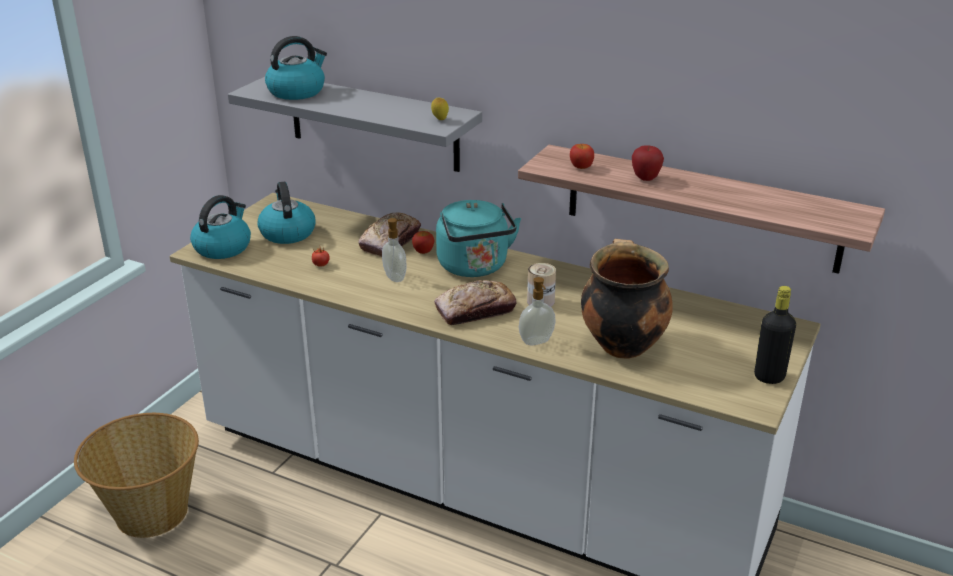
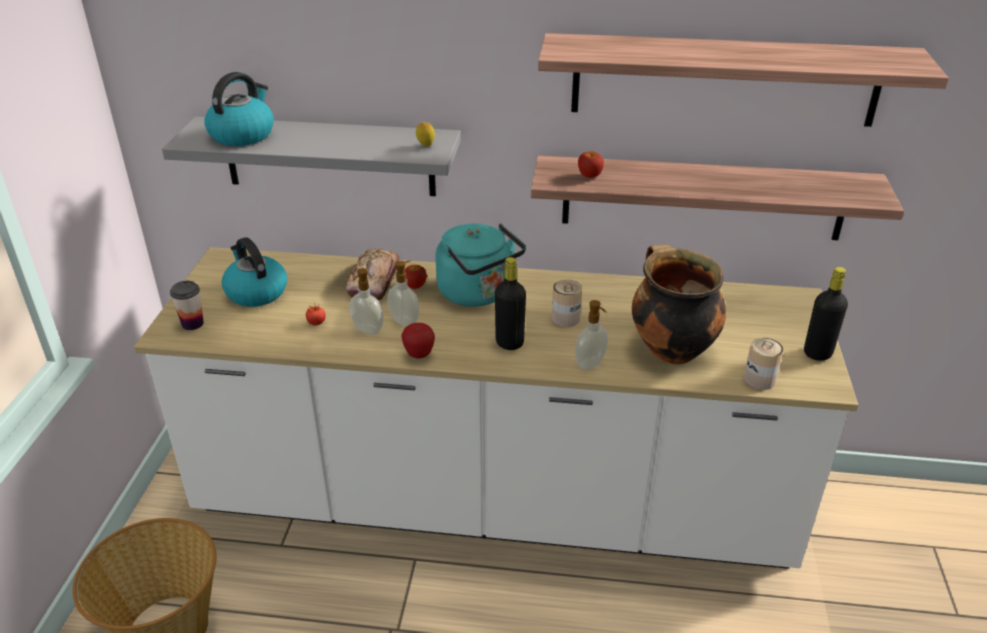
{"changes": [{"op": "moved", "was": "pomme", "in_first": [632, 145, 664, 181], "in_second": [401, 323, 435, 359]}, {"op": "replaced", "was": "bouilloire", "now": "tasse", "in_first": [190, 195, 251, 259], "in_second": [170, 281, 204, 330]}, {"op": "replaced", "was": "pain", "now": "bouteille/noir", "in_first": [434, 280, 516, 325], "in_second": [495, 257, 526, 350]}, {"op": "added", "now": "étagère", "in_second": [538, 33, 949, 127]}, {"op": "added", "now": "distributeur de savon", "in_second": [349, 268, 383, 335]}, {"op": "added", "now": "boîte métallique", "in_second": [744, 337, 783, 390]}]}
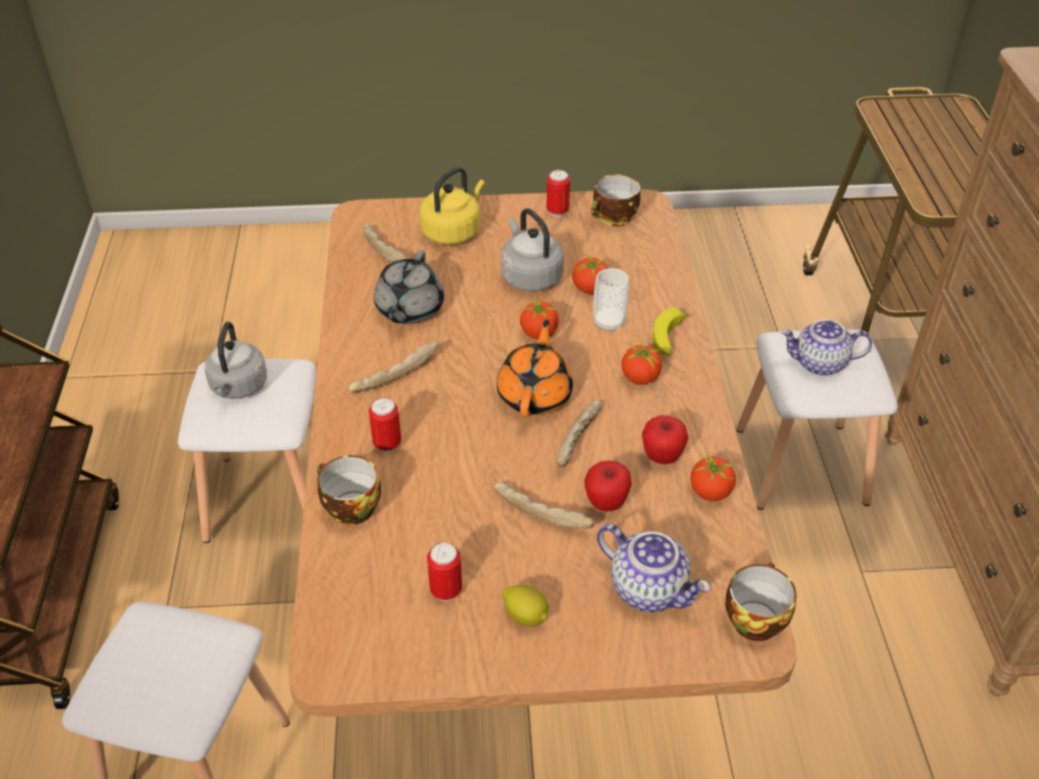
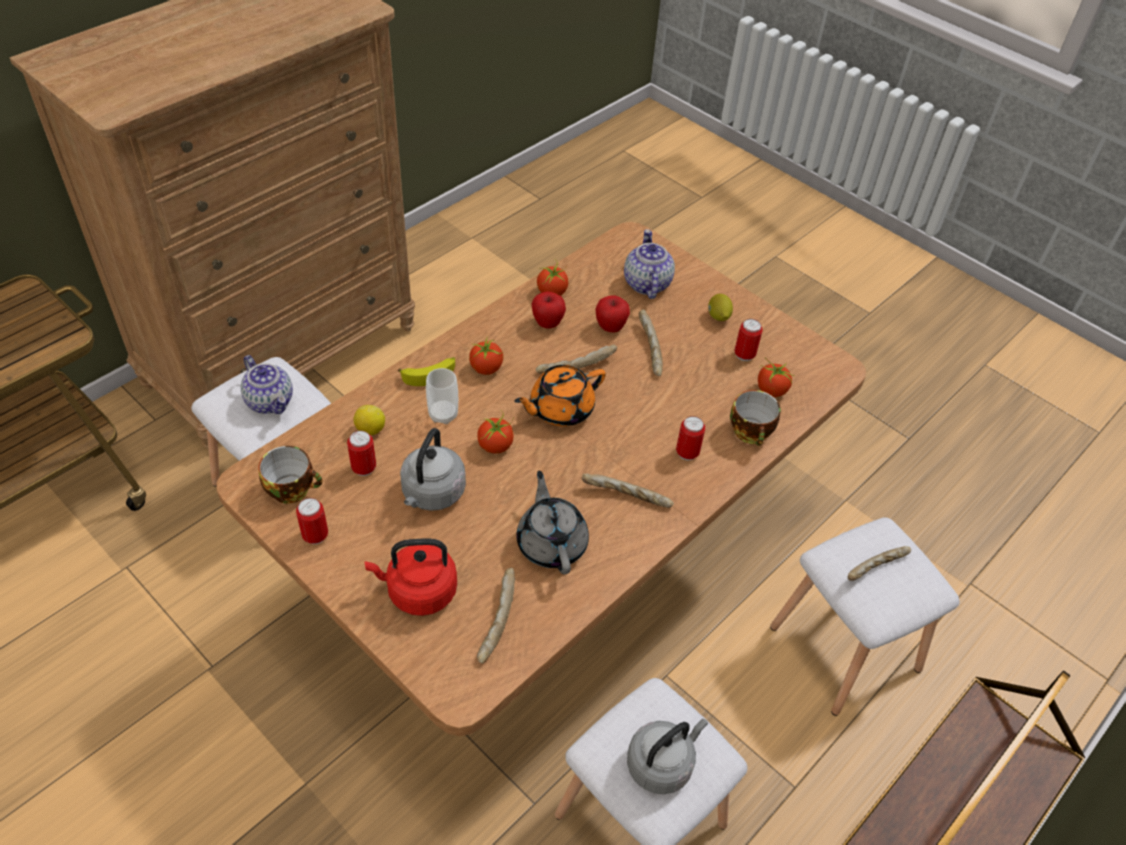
{"changes": [{"op": "recoloured", "was": "bouilloire/jaune", "now": "bouilloire/rouge", "in_first": [419, 167, 485, 245], "in_second": [365, 539, 457, 616]}, {"op": "turned", "was": "théière/gris", "in_first": [374, 250, 444, 324], "in_second": [516, 471, 589, 574], "clockwise": -75}, {"op": "moved", "was": "tomate", "in_first": [572, 253, 613, 294], "in_second": [758, 358, 795, 397]}, {"op": "removed", "was": "tasse", "in_first": [725, 563, 796, 641]}, {"op": "added", "now": "citron", "in_second": [353, 405, 385, 435]}, {"op": "added", "now": "boîte métallique", "in_second": [347, 431, 376, 476]}, {"op": "added", "now": "pain", "in_second": [847, 546, 911, 581]}]}
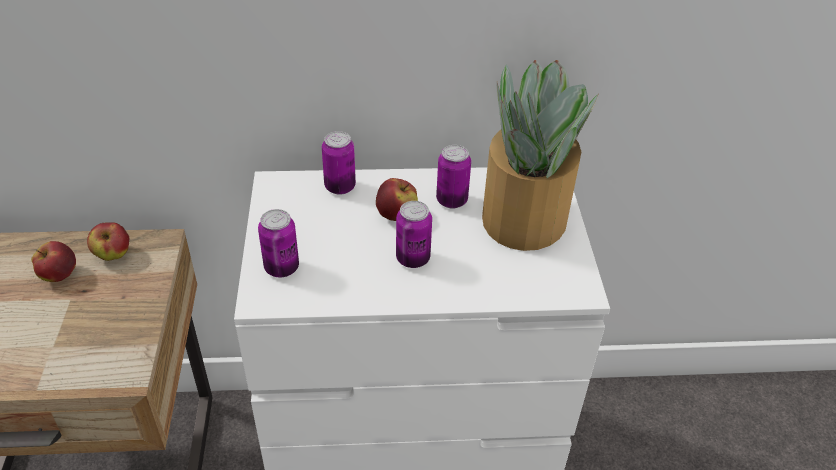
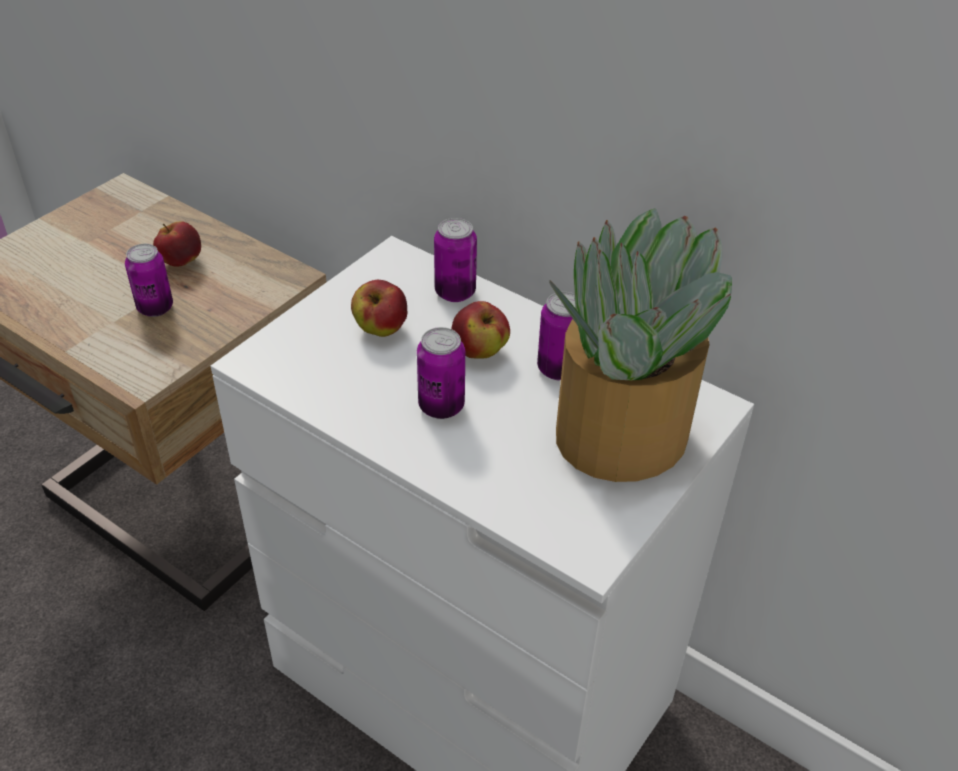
{"changes": [{"op": "moved", "was": "boîte métallique", "in_first": [258, 209, 299, 277], "in_second": [125, 244, 173, 317]}, {"op": "moved", "was": "pomme", "in_first": [87, 222, 129, 261], "in_second": [351, 280, 407, 337]}]}
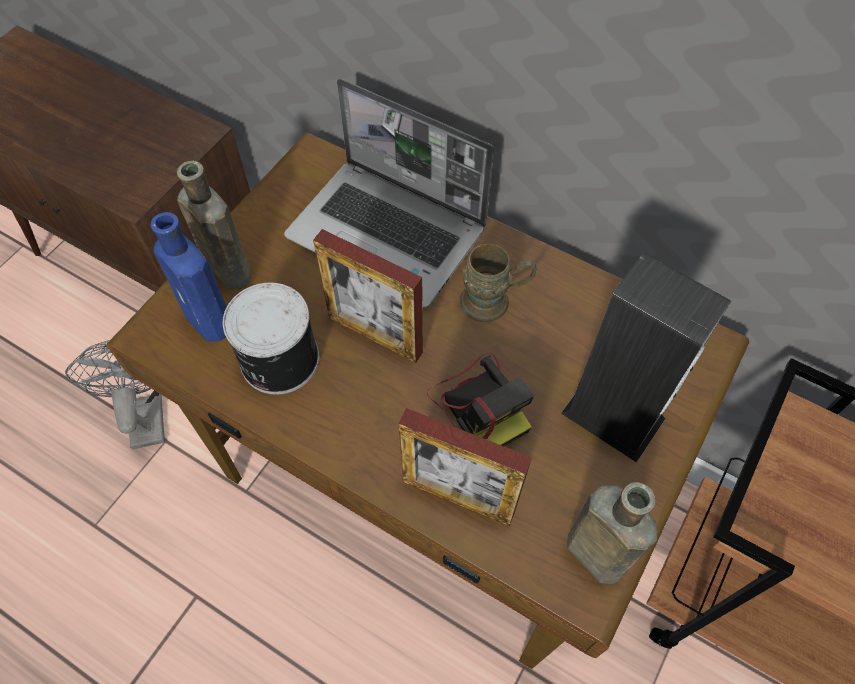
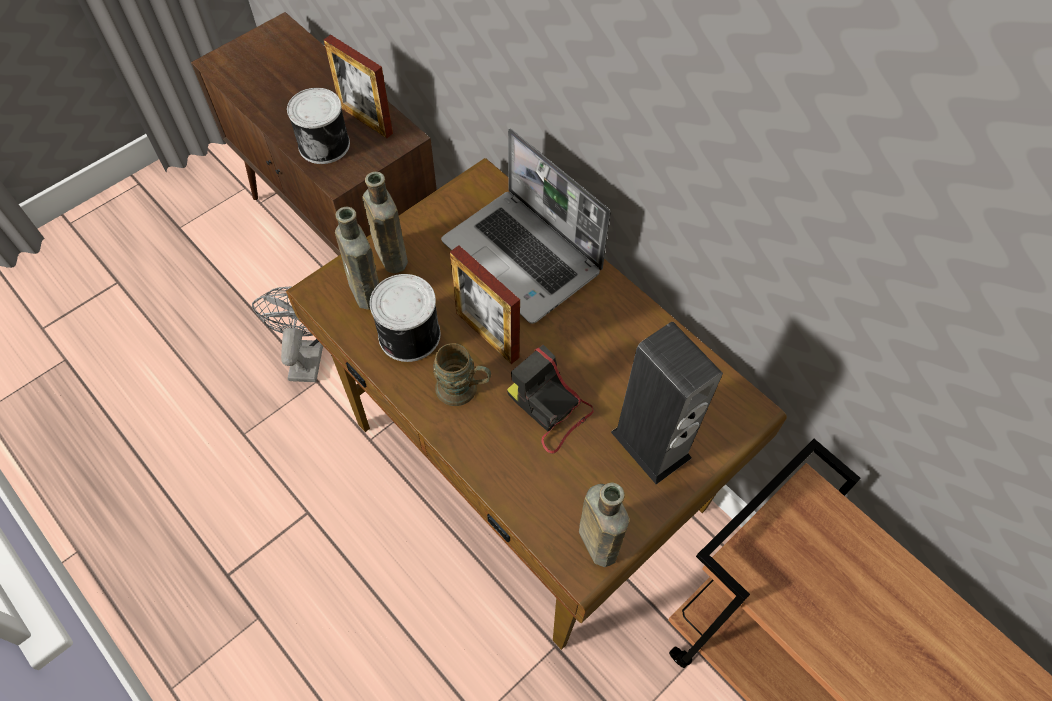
{"changes": [{"op": "recoloured", "was": "bouteille/bleu", "now": "bouteille/marron", "in_first": [151, 212, 226, 342], "in_second": [335, 207, 379, 310]}, {"op": "moved", "was": "mug/marron", "in_first": [460, 243, 536, 322], "in_second": [433, 343, 491, 406]}, {"op": "turned", "was": "appareil photo", "in_first": [427, 353, 534, 446], "in_second": [507, 345, 594, 454], "clockwise": 150}, {"op": "moved", "was": "cadre photo", "in_first": [399, 408, 532, 526], "in_second": [324, 35, 393, 138]}, {"op": "added", "now": "boîte métallique", "in_second": [287, 88, 350, 164]}]}
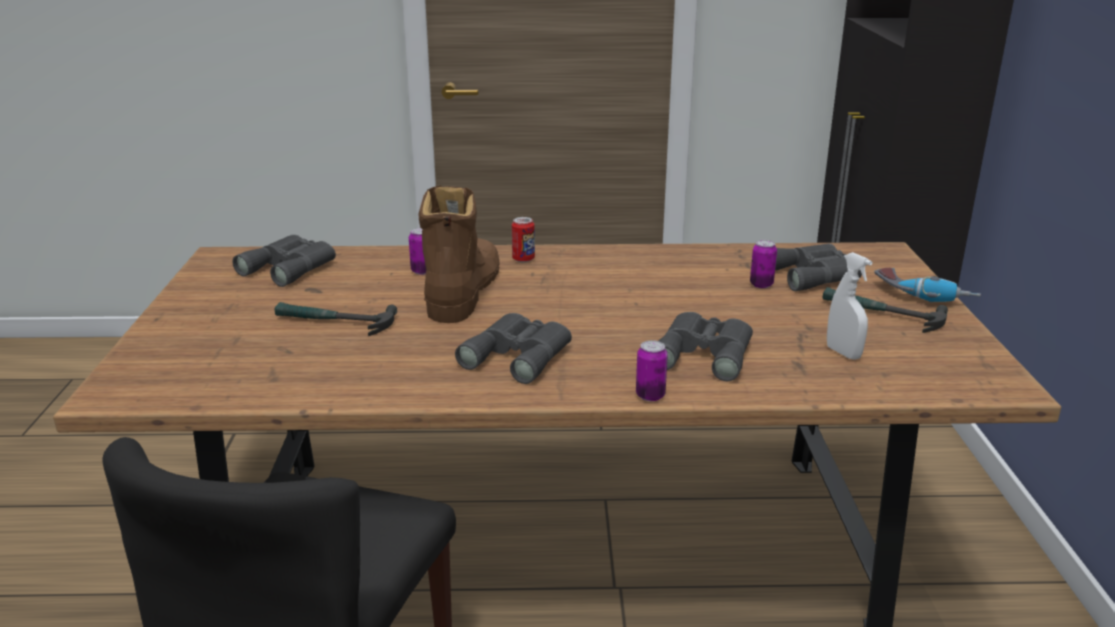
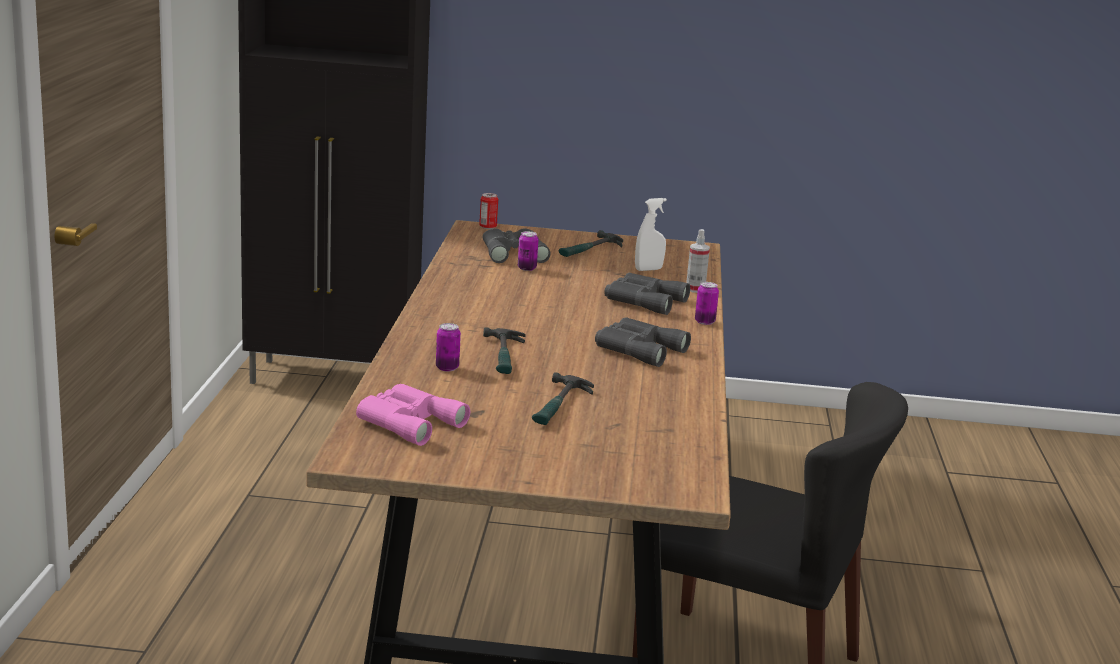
{"changes": [{"op": "replaced", "was": "botte/marron", "now": "marteau", "in_first": [419, 185, 500, 323], "in_second": [483, 327, 526, 374]}, {"op": "moved", "was": "boîte métallique", "in_first": [512, 217, 535, 262], "in_second": [479, 193, 498, 229]}, {"op": "recoloured", "was": "jumelles/gris", "now": "jumelles/rose", "in_first": [233, 235, 336, 287], "in_second": [356, 384, 470, 446]}, {"op": "removed", "was": "perceuse", "in_first": [874, 268, 981, 302]}, {"op": "added", "now": "vaporisateur", "in_second": [686, 229, 710, 293]}]}
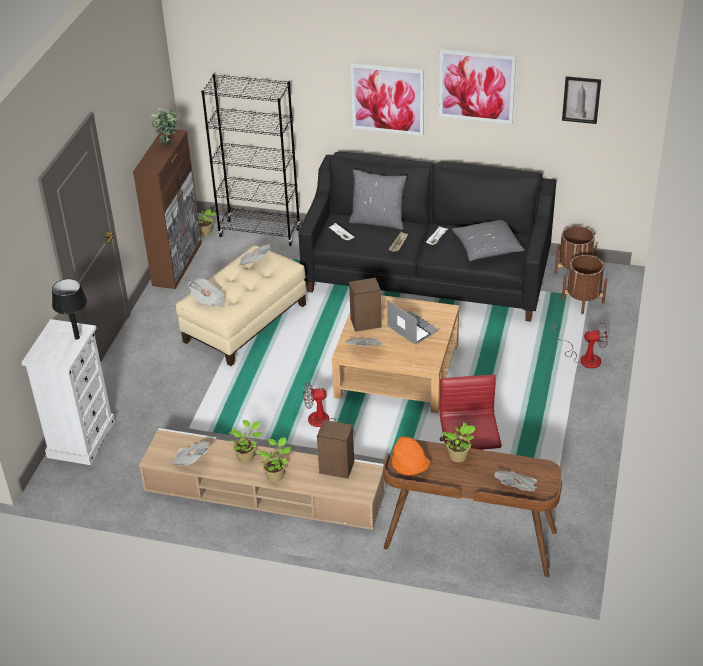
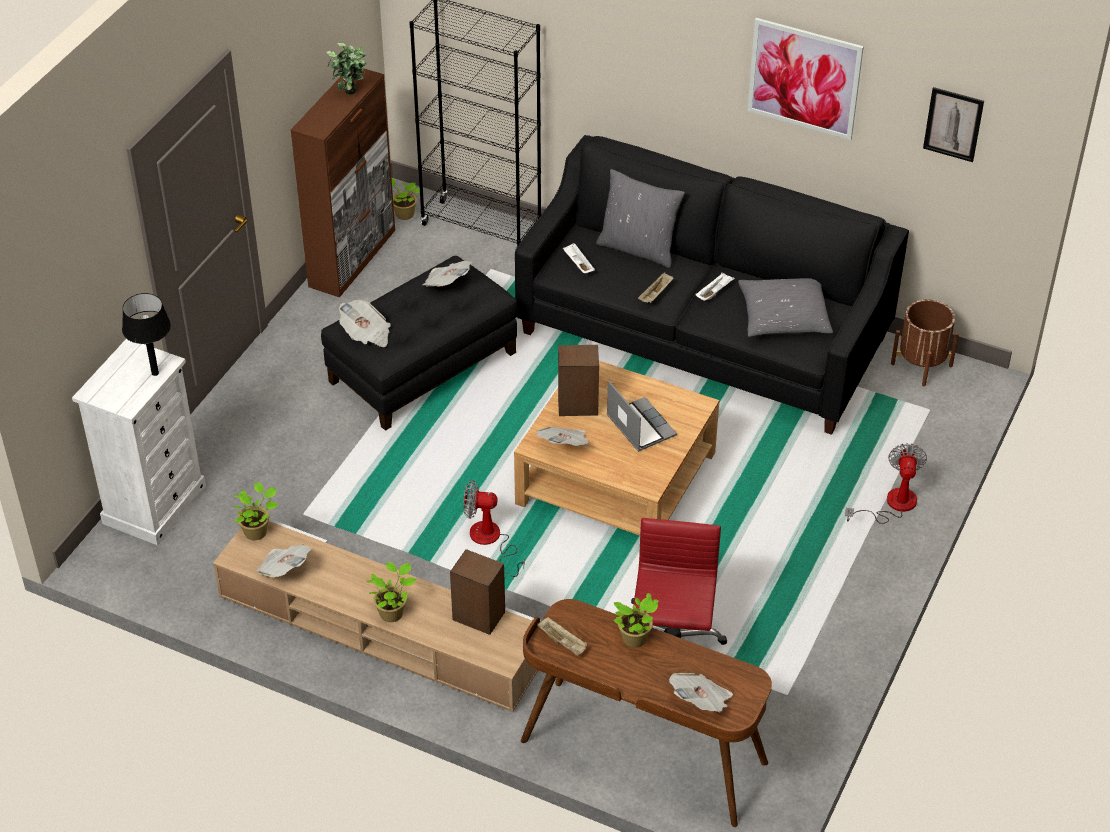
{"changes": [{"op": "removed", "was": "tableau", "in_first": [351, 64, 424, 136]}, {"op": "recoloured", "was": "pouf/beige", "now": "pouf/noir", "in_first": [176, 245, 306, 366], "in_second": [321, 256, 518, 431]}, {"op": "removed", "was": "cache-pot/marron", "in_first": [562, 255, 607, 314]}, {"op": "turned", "was": "ventilateur", "in_first": [553, 323, 608, 369], "in_second": [845, 443, 927, 524], "clockwise": -90}, {"op": "moved", "was": "plante en pot", "in_first": [228, 420, 263, 463], "in_second": [233, 482, 278, 540]}, {"op": "replaced", "was": "chapeau/orange", "now": "plateau/beige", "in_first": [392, 436, 430, 475], "in_second": [537, 617, 587, 656]}]}
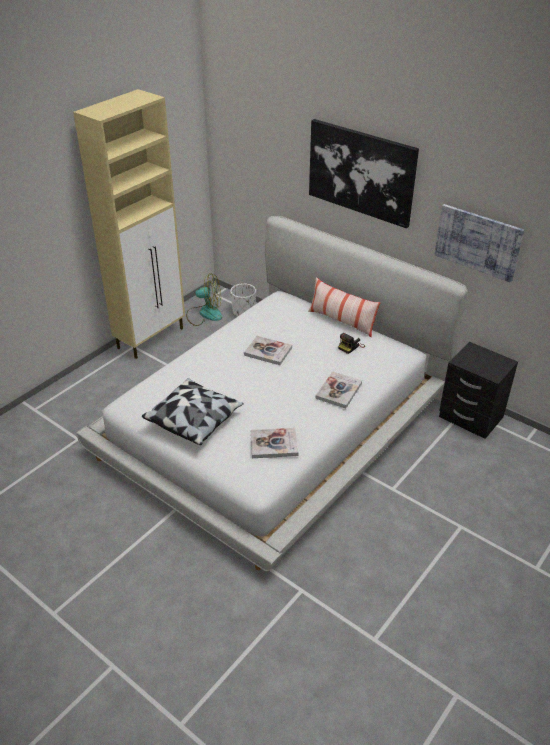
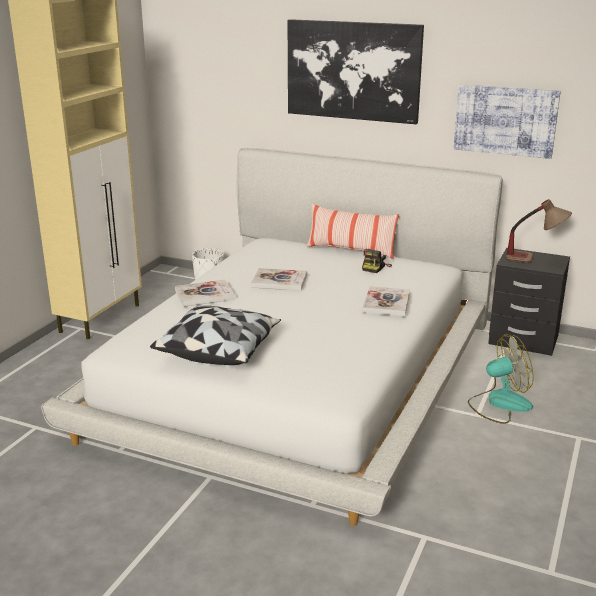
{"changes": [{"op": "moved", "was": "ventilateur", "in_first": [186, 273, 222, 326], "in_second": [468, 334, 534, 424]}, {"op": "moved", "was": "livre", "in_first": [250, 428, 298, 458], "in_second": [175, 280, 235, 307]}, {"op": "added", "now": "lampe de table", "in_second": [505, 199, 572, 263]}]}
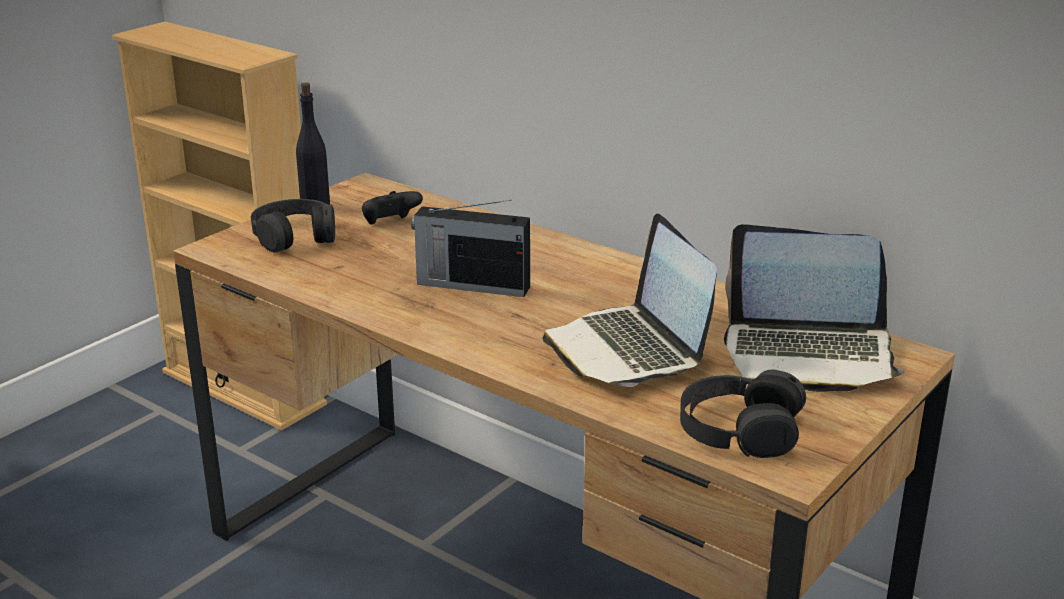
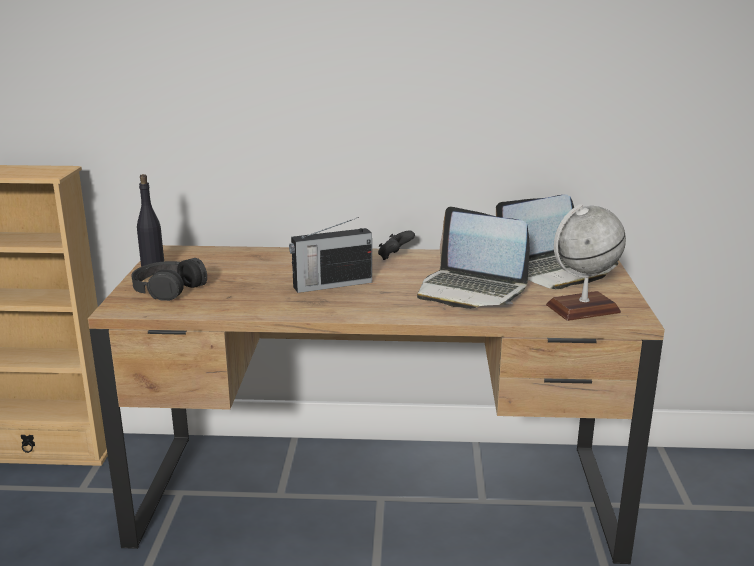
{"changes": [{"op": "moved", "was": "manette/noir", "in_first": [362, 191, 423, 224], "in_second": [378, 230, 415, 260]}, {"op": "replaced", "was": "casque audio/noir", "now": "globe", "in_first": [680, 369, 806, 458], "in_second": [546, 204, 626, 321]}]}
